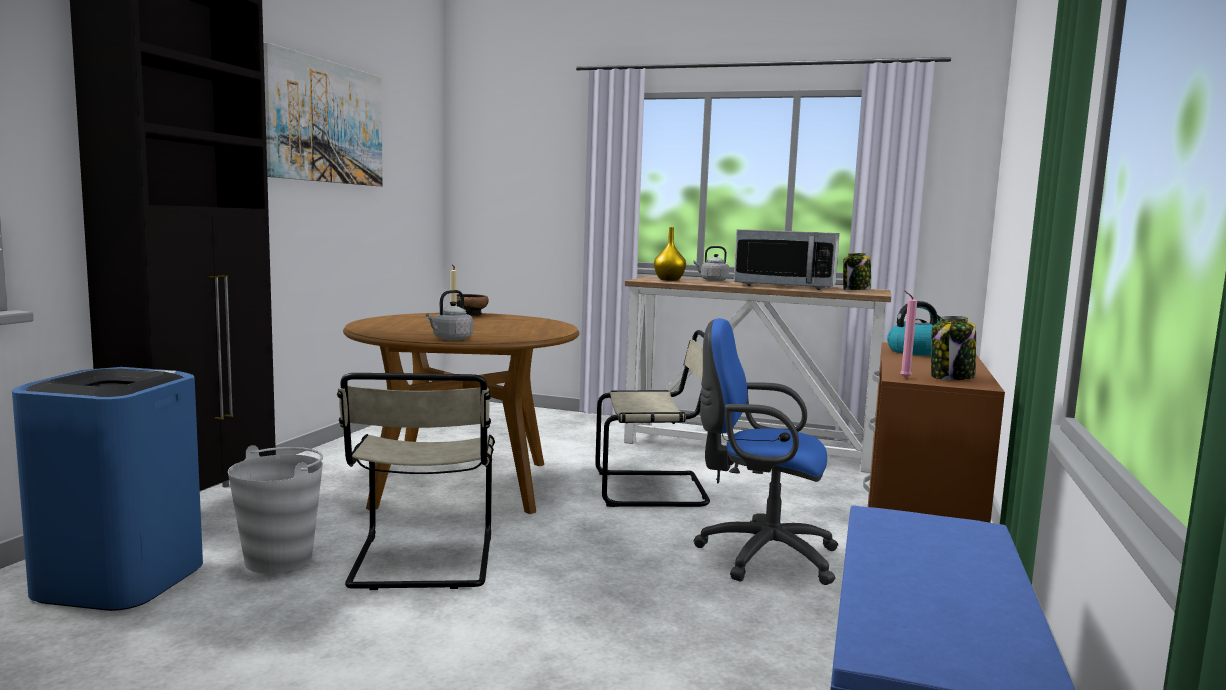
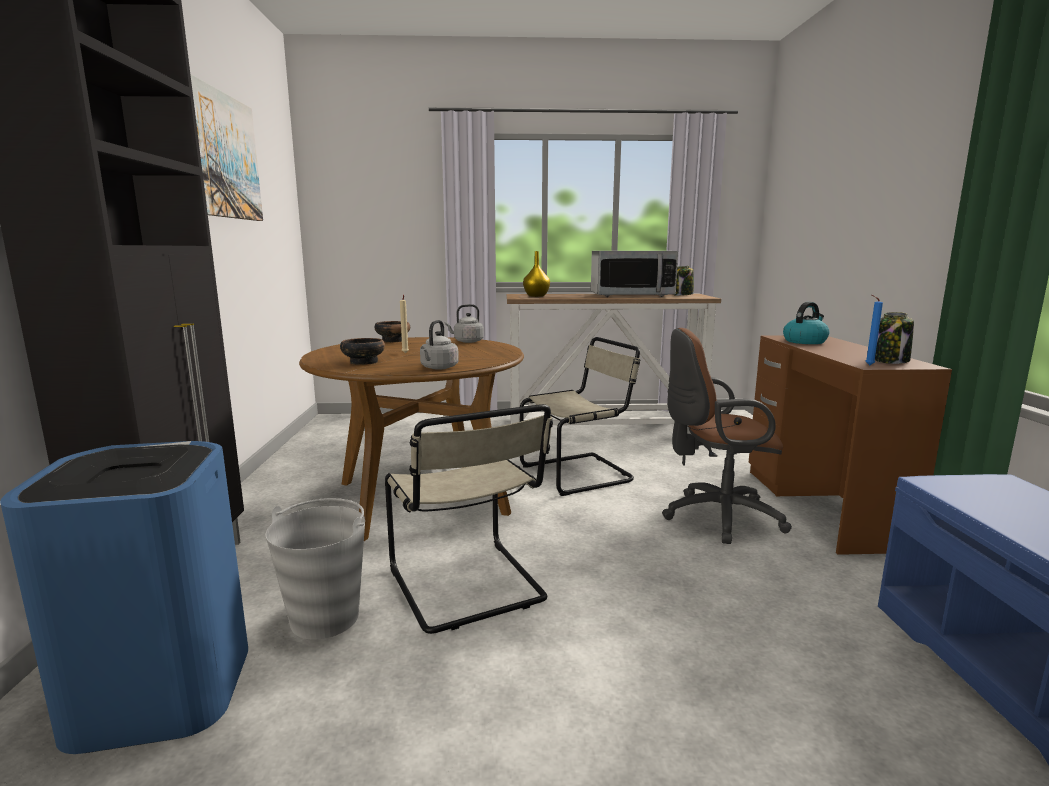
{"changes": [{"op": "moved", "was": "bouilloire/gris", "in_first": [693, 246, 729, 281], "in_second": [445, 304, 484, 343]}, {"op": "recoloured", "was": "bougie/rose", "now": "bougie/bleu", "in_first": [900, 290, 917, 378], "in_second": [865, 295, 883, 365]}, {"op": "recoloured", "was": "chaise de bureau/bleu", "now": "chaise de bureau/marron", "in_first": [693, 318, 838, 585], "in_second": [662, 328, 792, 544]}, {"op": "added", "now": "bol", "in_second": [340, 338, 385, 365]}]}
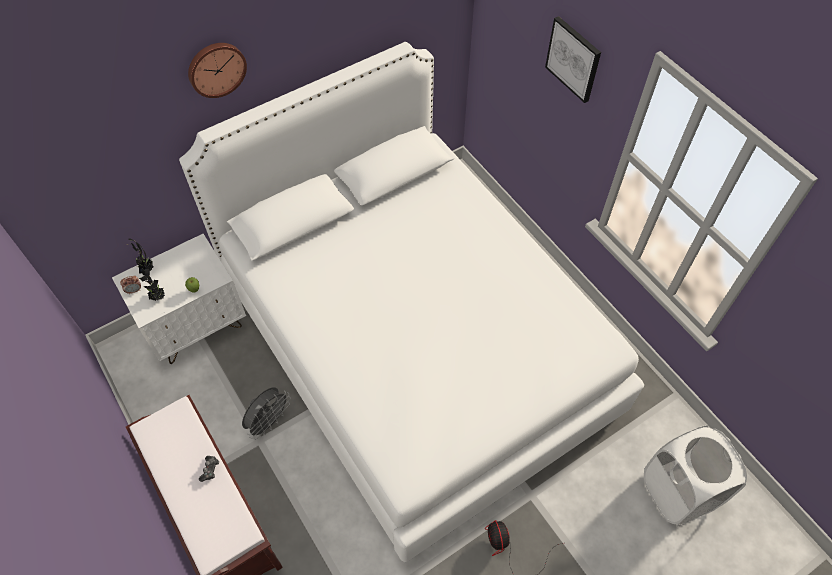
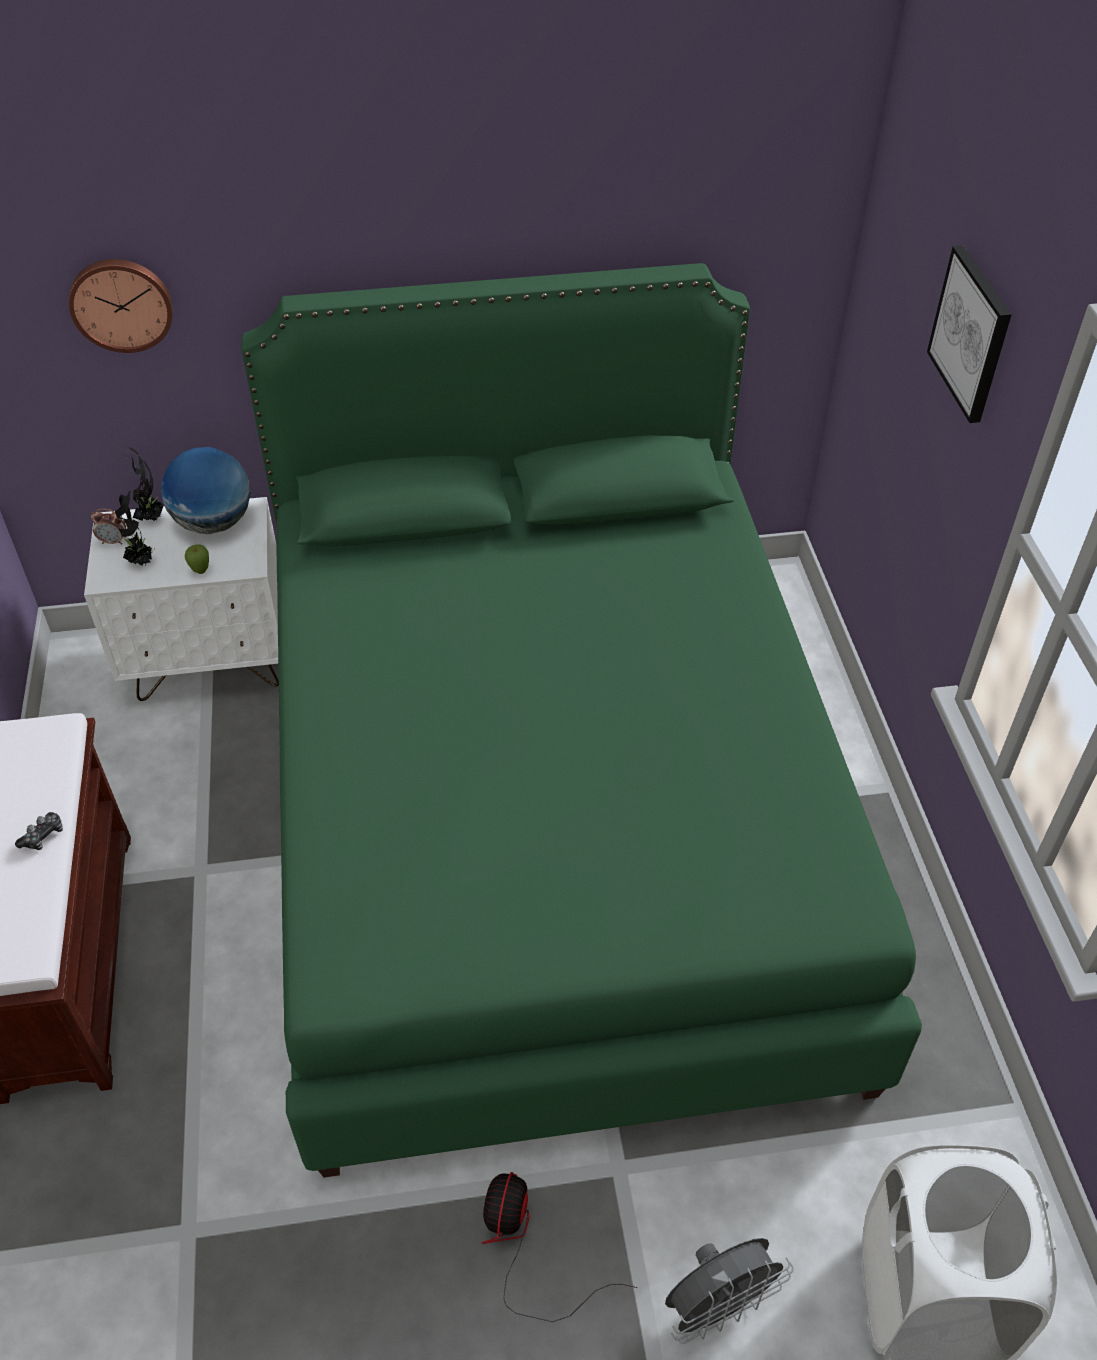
{"changes": [{"op": "recoloured", "was": "lit/blanc", "now": "lit/vert", "in_first": [179, 42, 644, 562], "in_second": [241, 263, 922, 1177]}, {"op": "moved", "was": "horloge murale", "in_first": [188, 43, 247, 98], "in_second": [69, 259, 173, 353]}, {"op": "moved", "was": "ventilateur/gris", "in_first": [242, 387, 291, 440], "in_second": [665, 1238, 794, 1344]}, {"op": "added", "now": "globe", "in_second": [161, 447, 251, 534]}]}
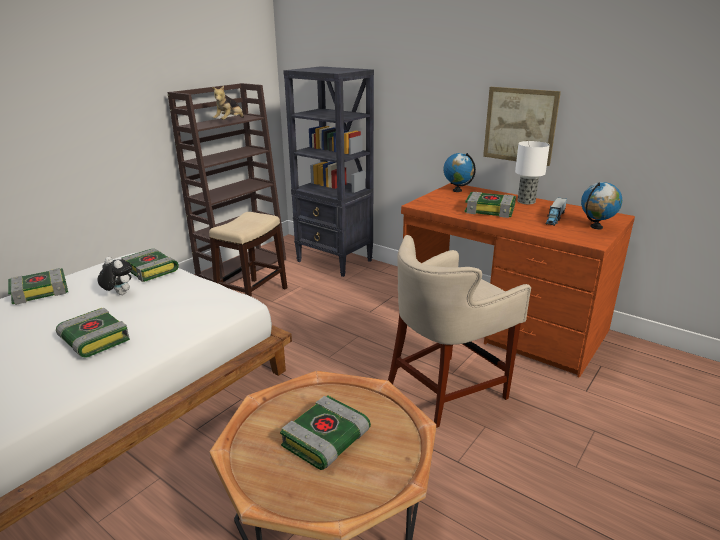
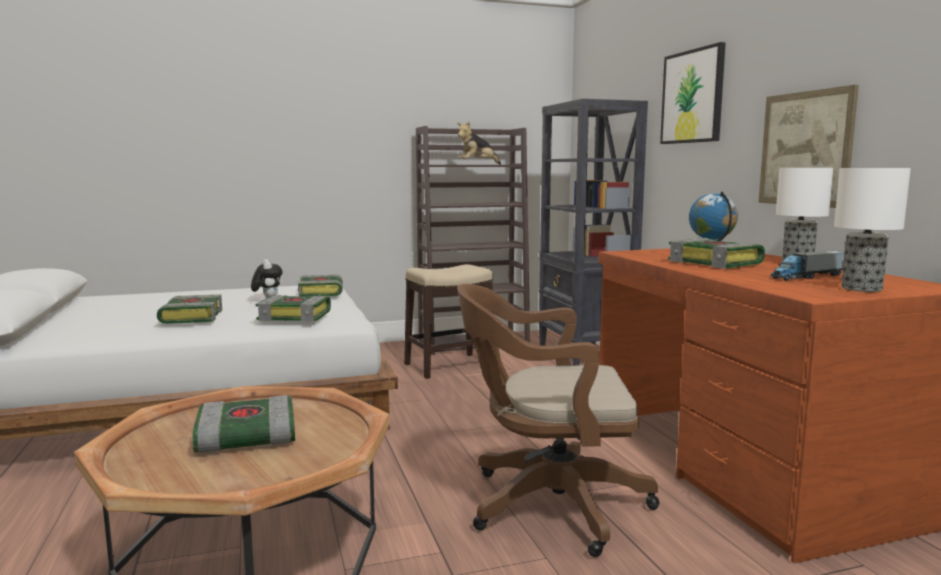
{"changes": [{"op": "replaced", "was": "globe", "now": "lampe de table", "in_first": [581, 182, 622, 230], "in_second": [834, 168, 911, 292]}, {"op": "replaced", "was": "tabouret/beige", "now": "chaise de bureau/marron", "in_first": [388, 235, 531, 428], "in_second": [457, 284, 660, 557]}, {"op": "moved", "was": "livre", "in_first": [8, 268, 68, 305], "in_second": [256, 295, 331, 322]}, {"op": "added", "now": "tableau", "in_second": [660, 42, 726, 144]}]}
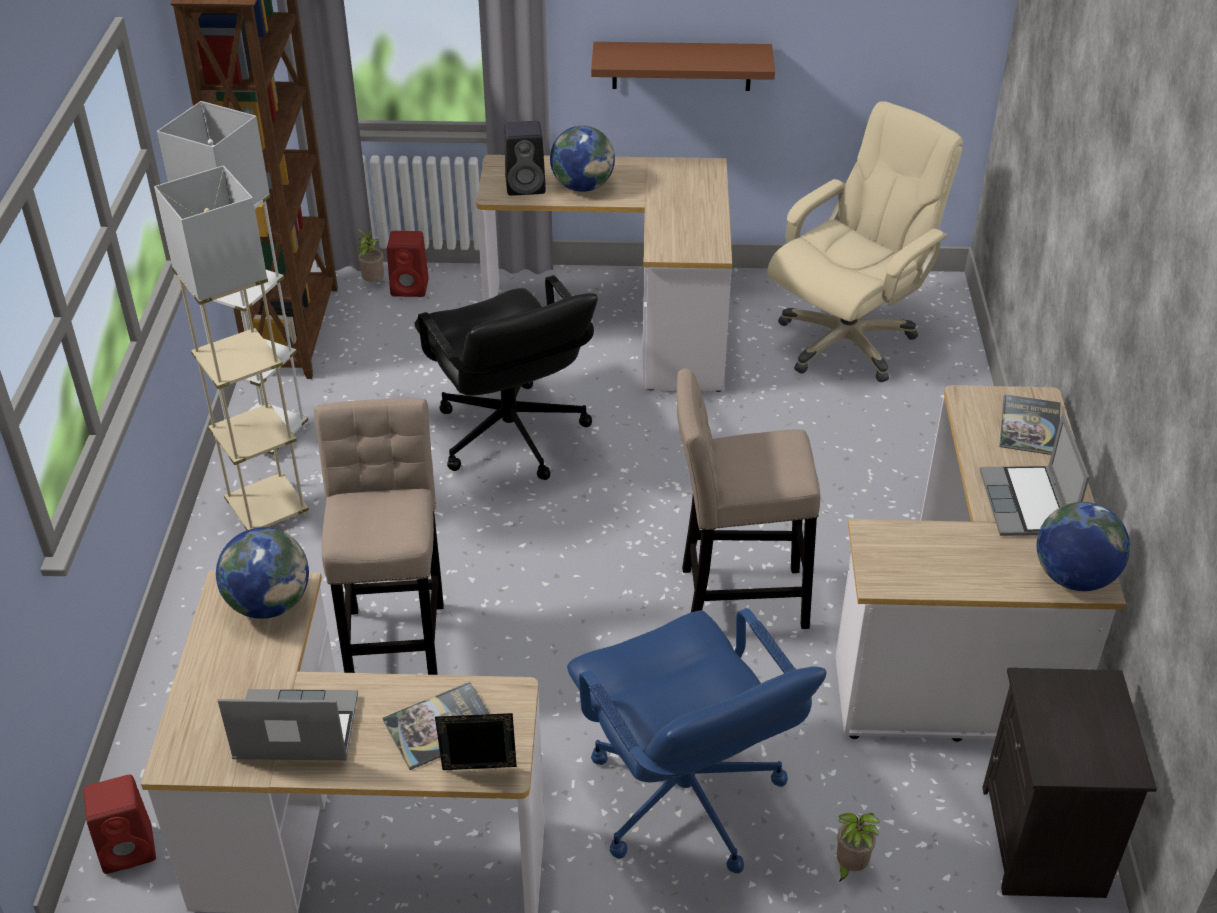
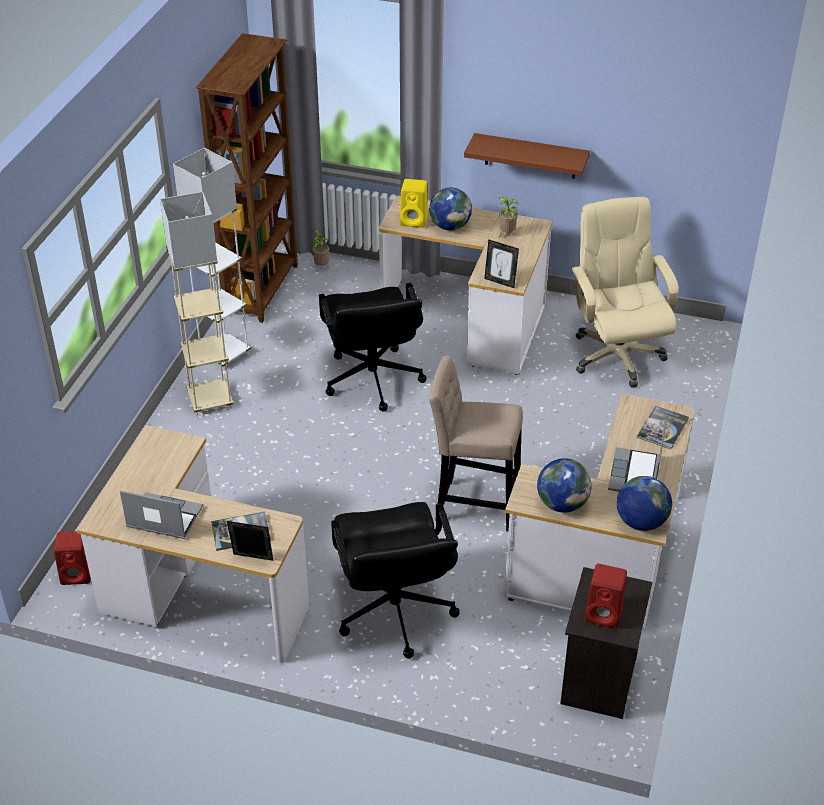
{"changes": [{"op": "turned", "was": "chaise de bureau/beige", "in_first": [767, 101, 963, 382], "in_second": [571, 197, 679, 387], "clockwise": -75}, {"op": "recoloured", "was": "enceinte/noir", "now": "enceinte/jaune", "in_first": [504, 121, 546, 196], "in_second": [400, 179, 428, 228]}, {"op": "moved", "was": "enceinte/rouge", "in_first": [387, 231, 429, 297], "in_second": [585, 564, 627, 629]}, {"op": "removed", "was": "tabouret/beige", "in_first": [314, 398, 444, 675]}, {"op": "moved", "was": "globe", "in_first": [216, 528, 309, 619], "in_second": [537, 458, 592, 513]}, {"op": "recoloured", "was": "chaise de bureau/bleu", "now": "chaise de bureau/noir", "in_first": [567, 608, 827, 874], "in_second": [331, 502, 460, 659]}, {"op": "moved", "was": "plante en pot", "in_first": [837, 813, 880, 882], "in_second": [499, 197, 518, 237]}, {"op": "added", "now": "cadre photo", "in_second": [484, 239, 519, 288]}]}
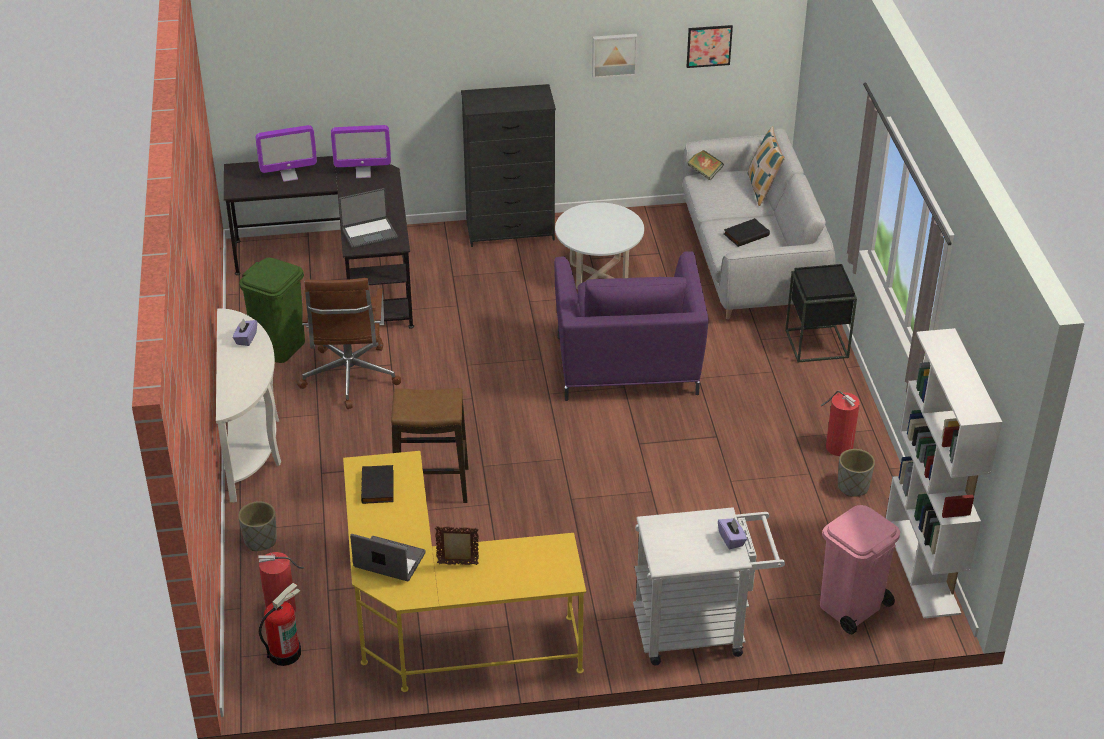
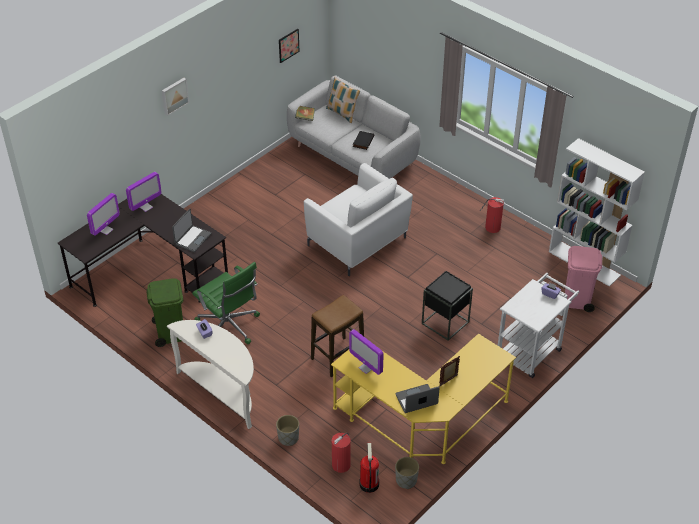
{"changes": [{"op": "moved", "was": "tableau", "in_first": [592, 34, 638, 78], "in_second": [162, 78, 189, 116]}, {"op": "removed", "was": "commode/noir", "in_first": [461, 84, 556, 247]}, {"op": "removed", "was": "table basse/blanc", "in_first": [555, 202, 644, 289]}, {"op": "recoloured", "was": "fauteuil/violet", "now": "fauteuil/blanc", "in_first": [554, 251, 709, 401], "in_second": [304, 163, 413, 276]}, {"op": "moved", "was": "table d'appoint/noir", "in_first": [785, 264, 857, 363], "in_second": [422, 271, 473, 341]}, {"op": "recoloured", "was": "chaise de bureau/marron", "now": "chaise de bureau/vert", "in_first": [297, 278, 401, 409], "in_second": [192, 262, 260, 344]}, {"op": "moved", "was": "cache-pot/gris", "in_first": [838, 449, 875, 497], "in_second": [395, 457, 419, 489]}, {"op": "replaced", "was": "livre/noir", "now": "écran d'ordinateur", "in_first": [361, 465, 394, 504], "in_second": [349, 329, 384, 375]}]}
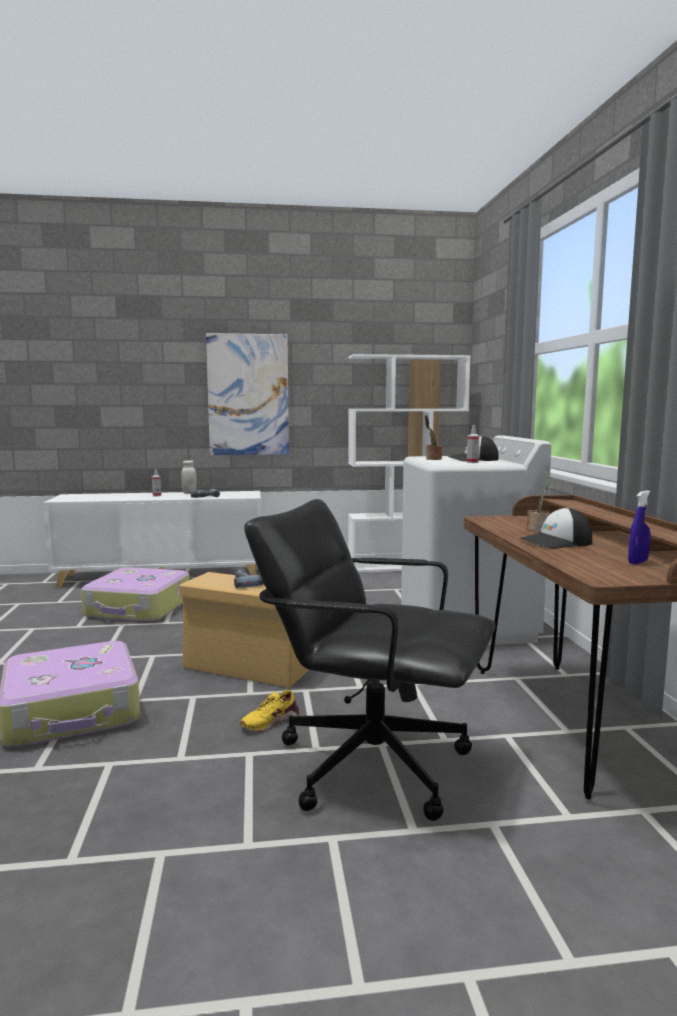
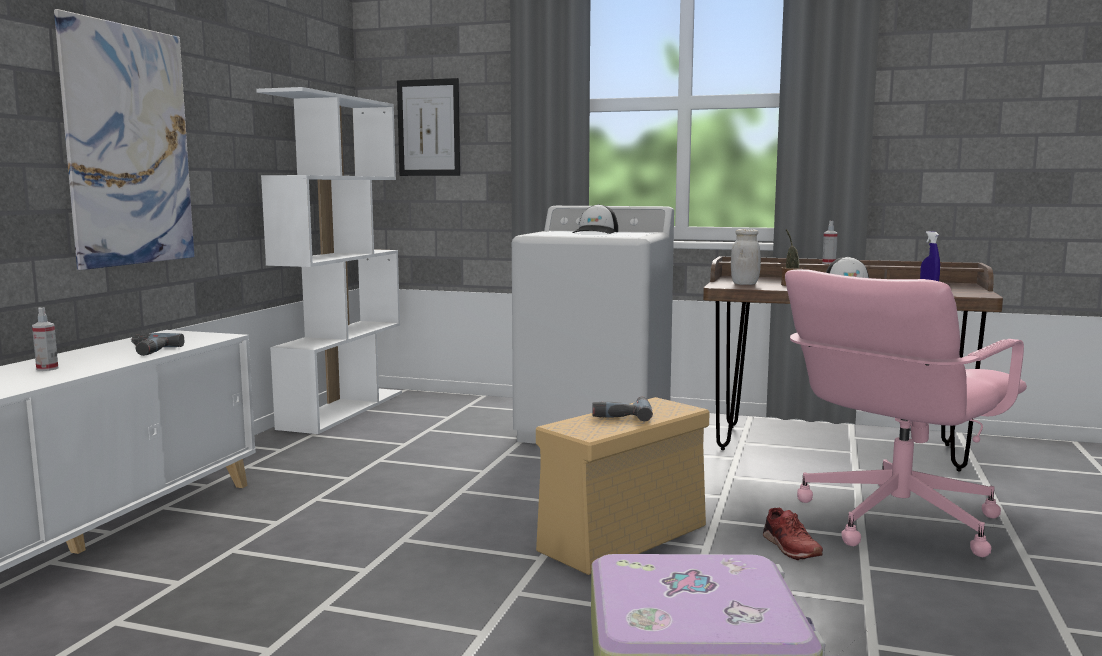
{"changes": [{"op": "removed", "was": "plante en pot", "in_first": [425, 415, 442, 460]}, {"op": "moved", "was": "vaporisateur", "in_first": [467, 425, 479, 463], "in_second": [822, 221, 838, 264]}, {"op": "moved", "was": "bocal/blanc", "in_first": [181, 460, 197, 494], "in_second": [731, 229, 761, 285]}, {"op": "recoloured", "was": "chaise de bureau/noir", "now": "chaise de bureau/rose", "in_first": [244, 499, 496, 821], "in_second": [785, 269, 1027, 557]}, {"op": "removed", "was": "valise", "in_first": [81, 567, 190, 622]}, {"op": "recoloured", "was": "chaussure/jaune", "now": "chaussure/rouge", "in_first": [240, 690, 299, 733], "in_second": [763, 508, 823, 560]}, {"op": "added", "now": "tableau", "in_second": [397, 78, 460, 176]}]}
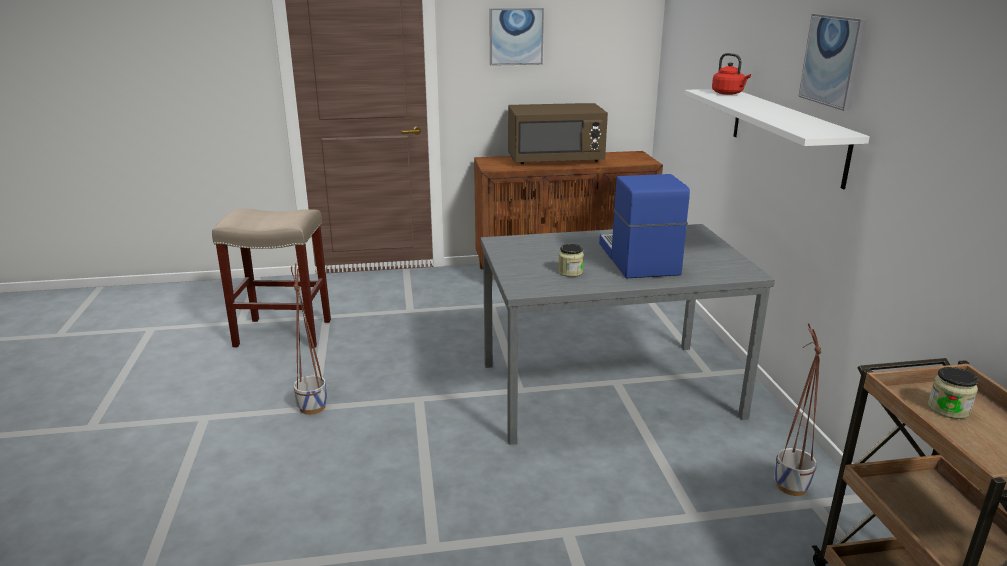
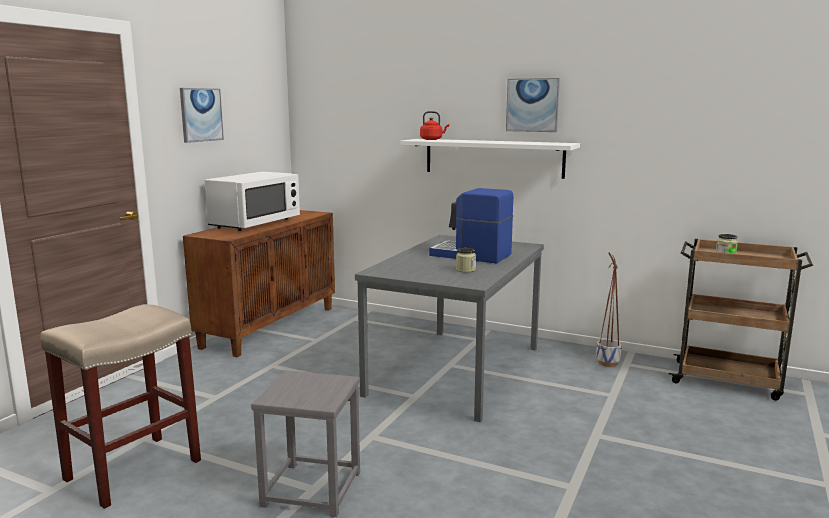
{"changes": [{"op": "recoloured", "was": "micro-ondes/marron", "now": "micro-ondes/blanc", "in_first": [508, 103, 608, 164], "in_second": [205, 172, 300, 231]}, {"op": "replaced", "was": "cache-pot", "now": "tabouret/gris", "in_first": [291, 263, 328, 415], "in_second": [251, 370, 360, 517]}]}
